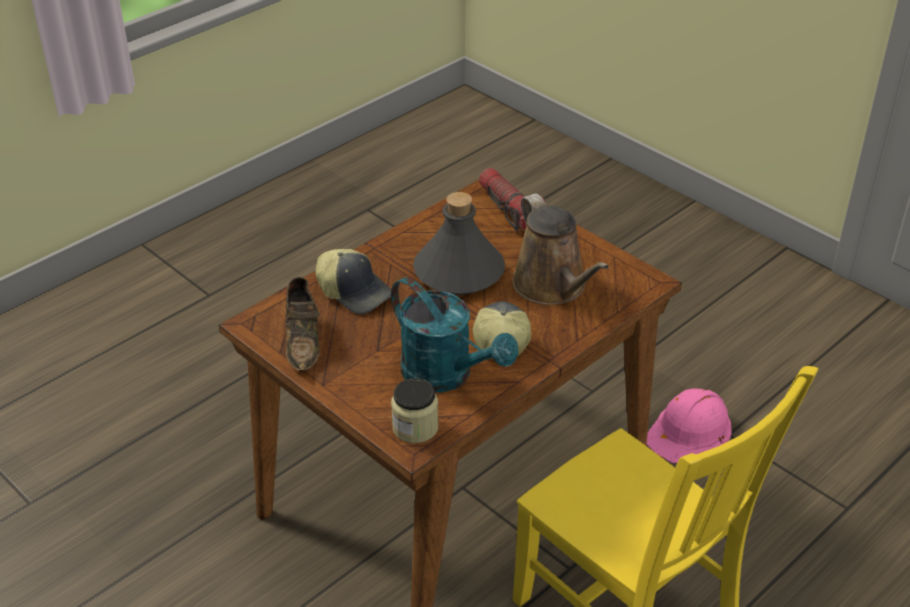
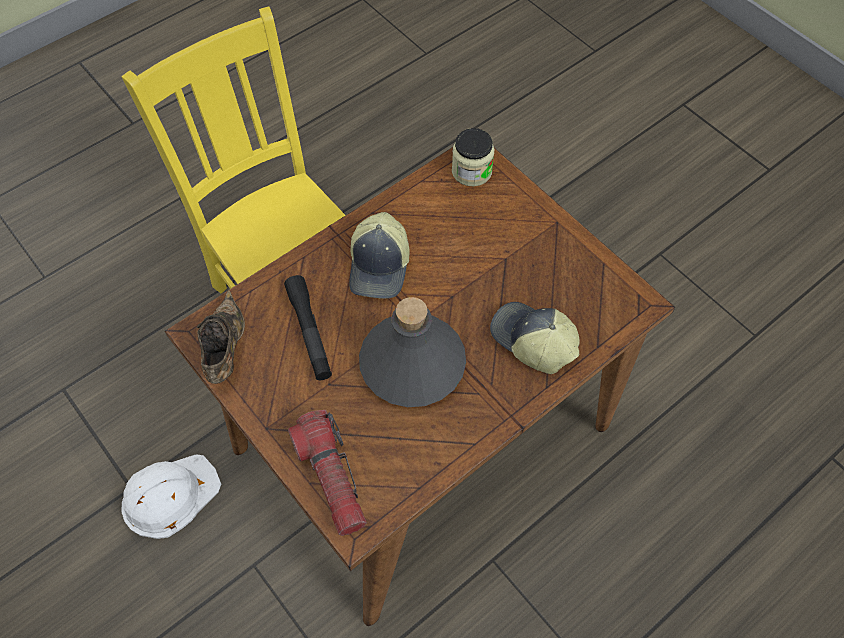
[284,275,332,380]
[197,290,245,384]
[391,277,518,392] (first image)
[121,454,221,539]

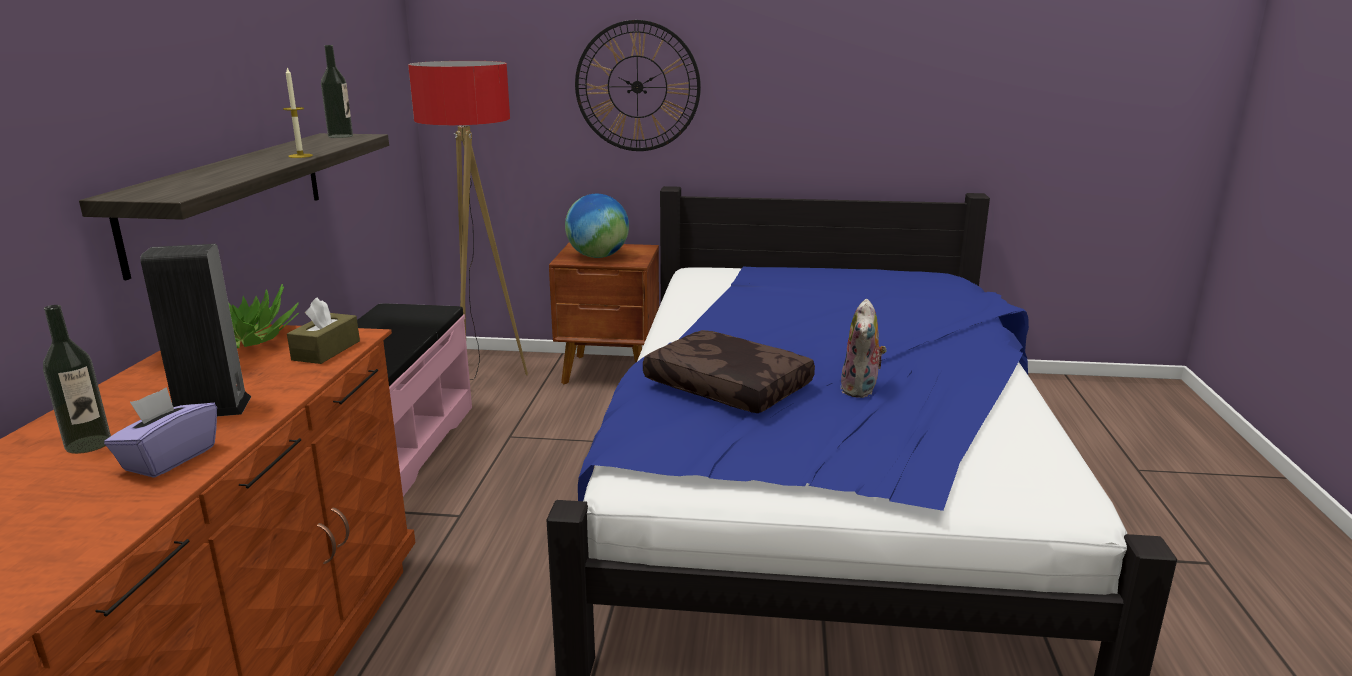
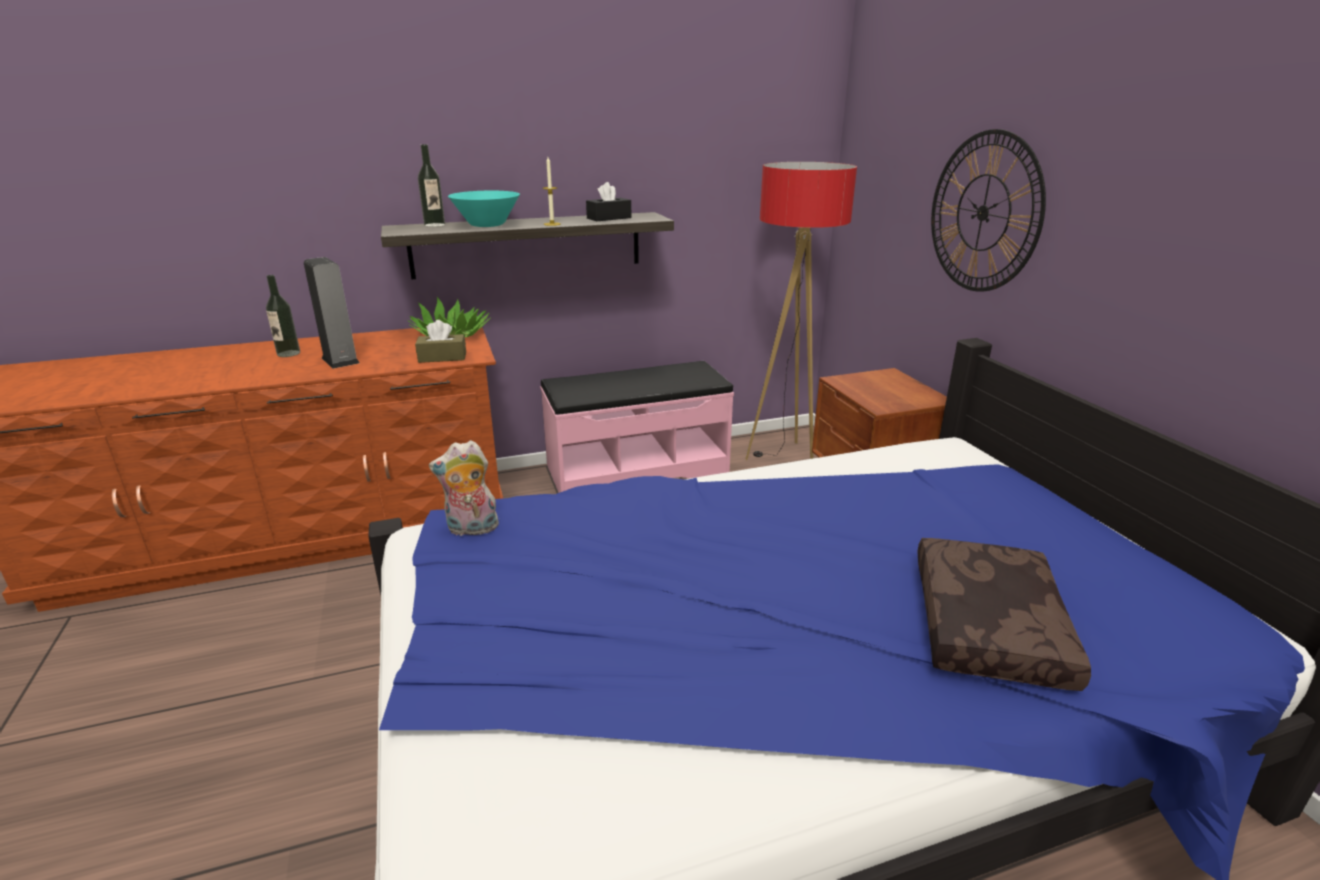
[418,144,445,227]
[565,194,629,258] (first image)
[429,440,500,536]
[917,538,1091,691]
[104,387,217,478] (first image)
[586,182,631,221]
[448,191,520,227]

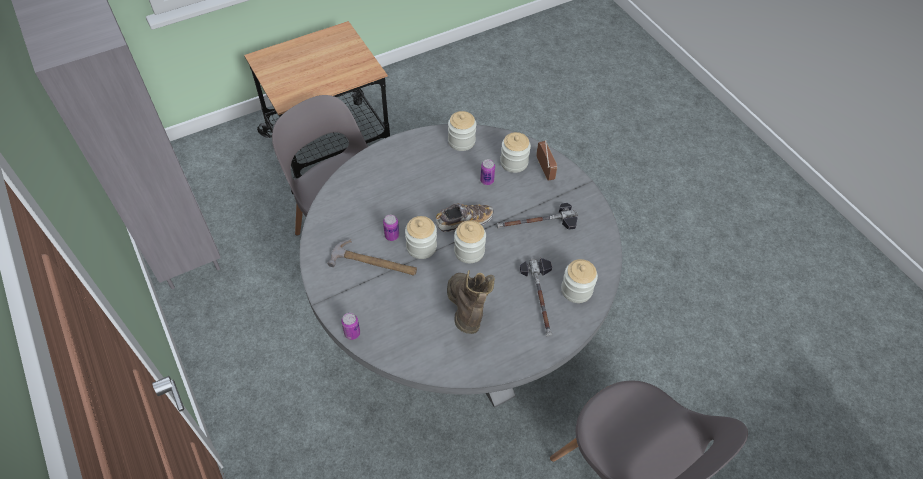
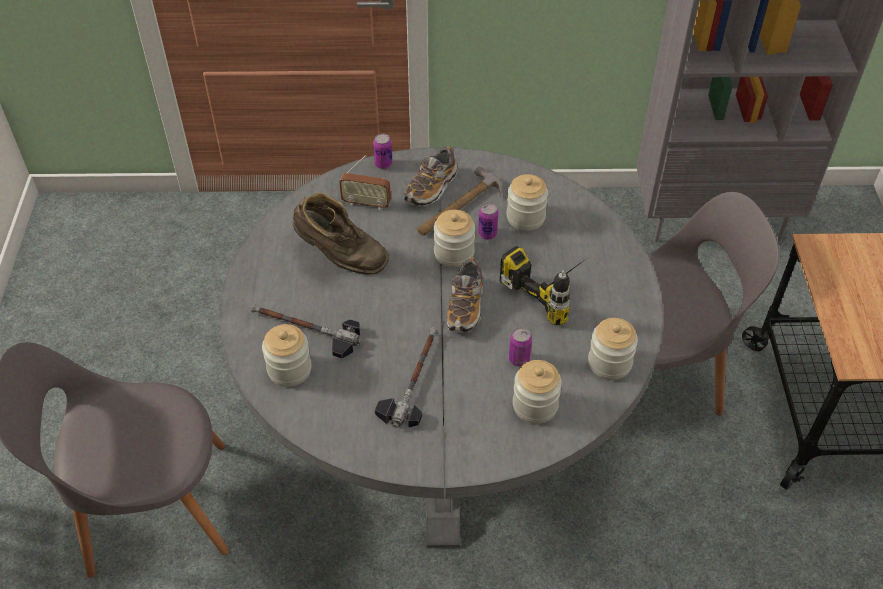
[339,155,391,210]
[506,174,548,231]
[404,146,458,206]
[500,246,586,325]

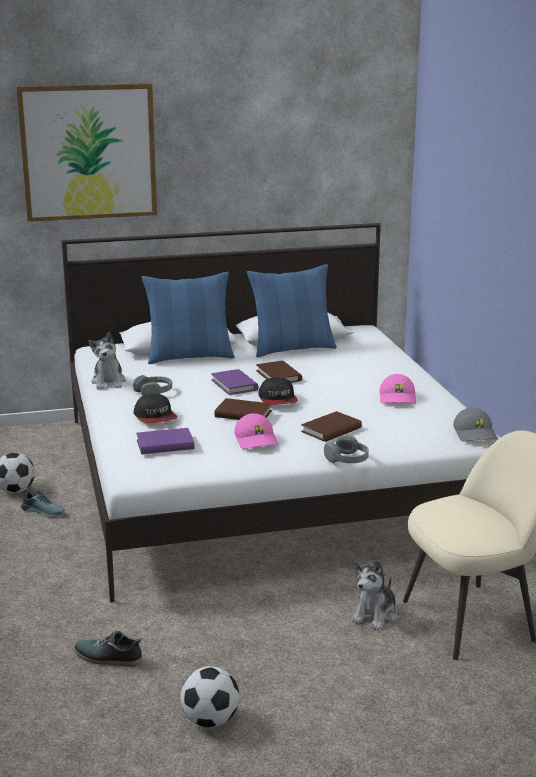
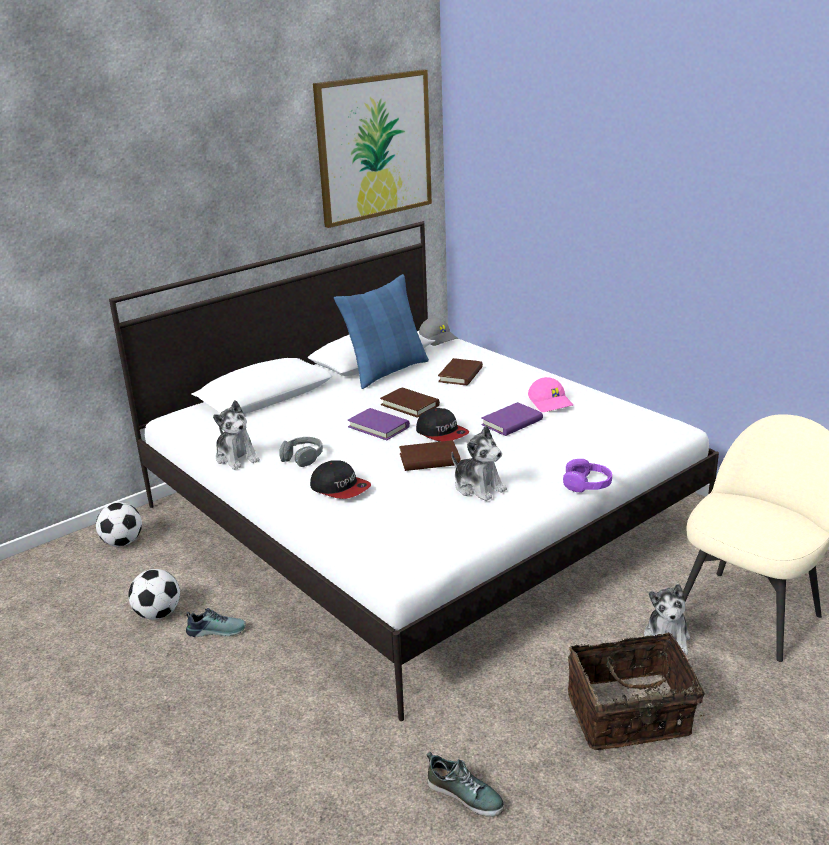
[313,69,432,228]
[141,272,235,364] (first image)
[419,317,458,346]
[438,358,483,385]
[451,426,507,501]
[481,402,543,436]
[563,459,612,492]
[427,752,504,817]
[96,502,142,547]
[568,632,705,750]

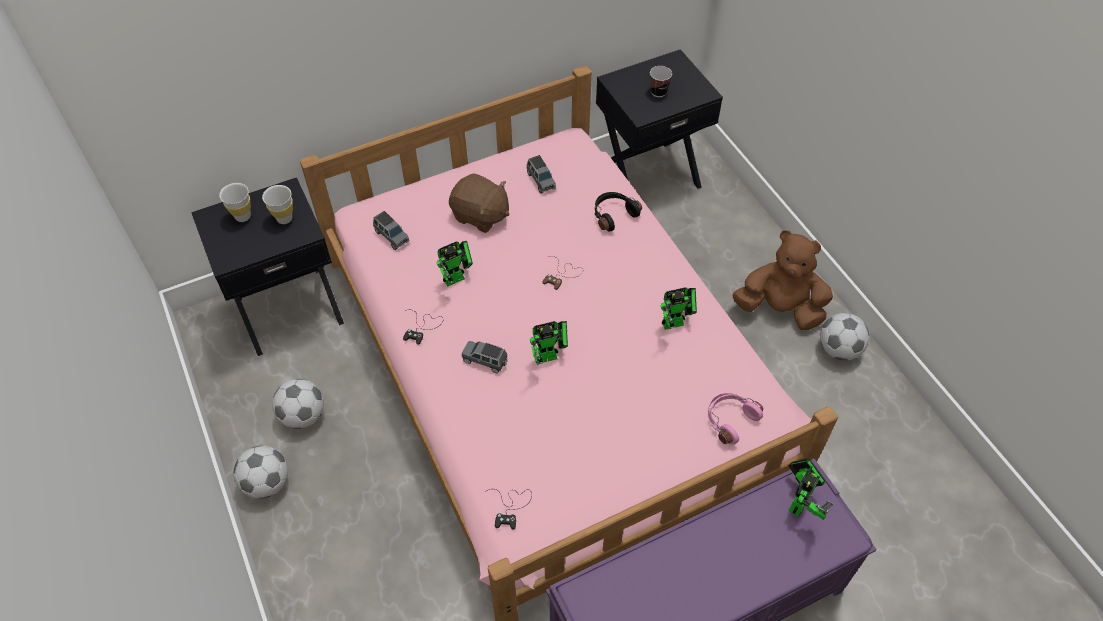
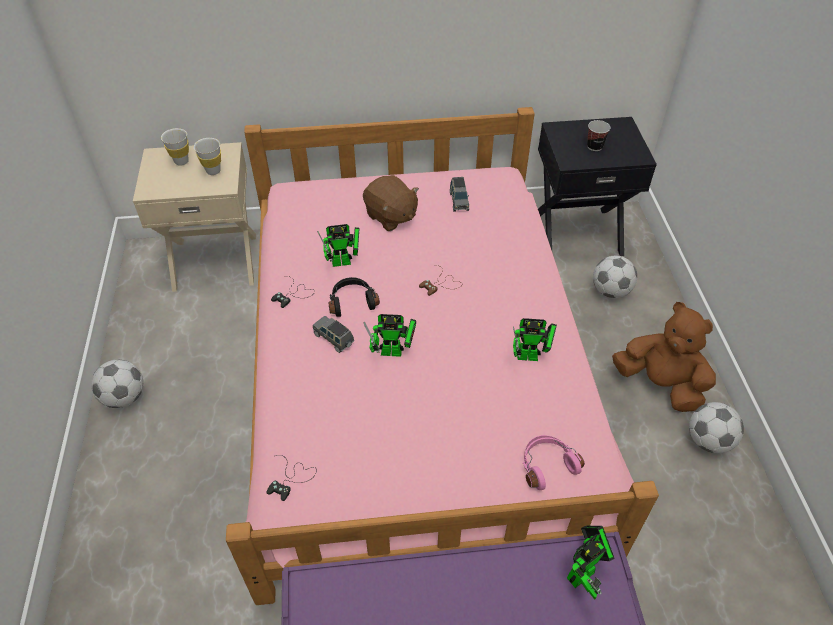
[133,142,256,292]
[328,277,380,317]
[373,211,410,250] (first image)
[593,256,637,298]

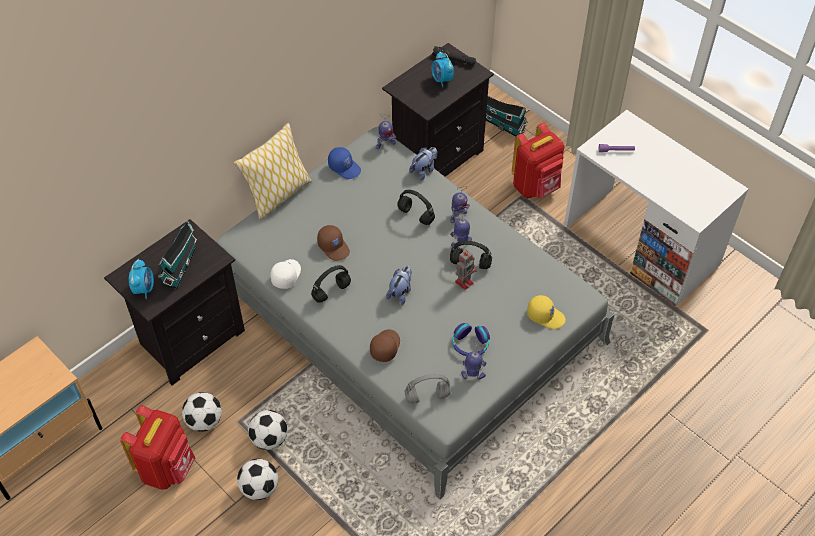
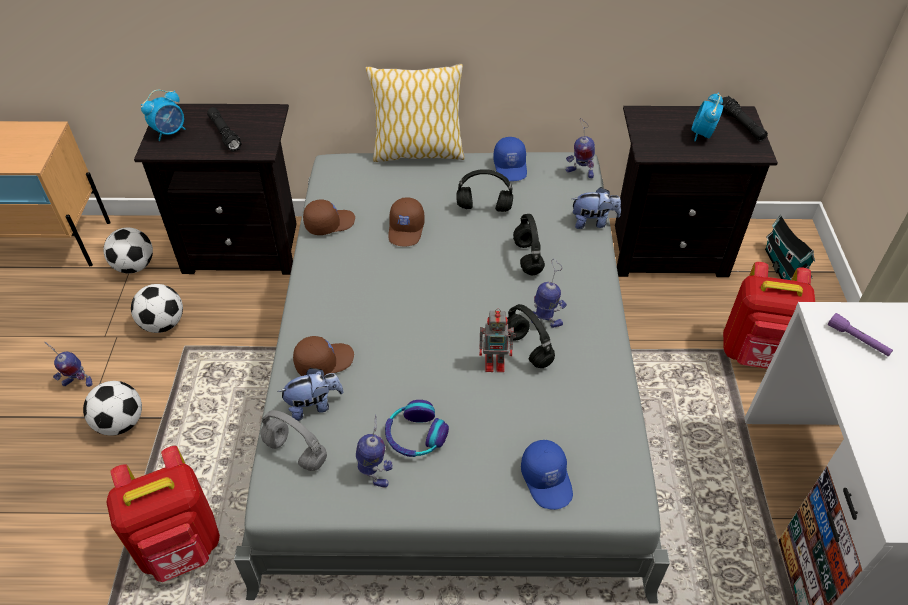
[45,342,93,387]
[207,107,242,152]
[303,200,355,235]
[456,169,513,212]
[277,368,344,421]
[521,440,573,510]
[106,446,220,582]
[103,227,153,273]

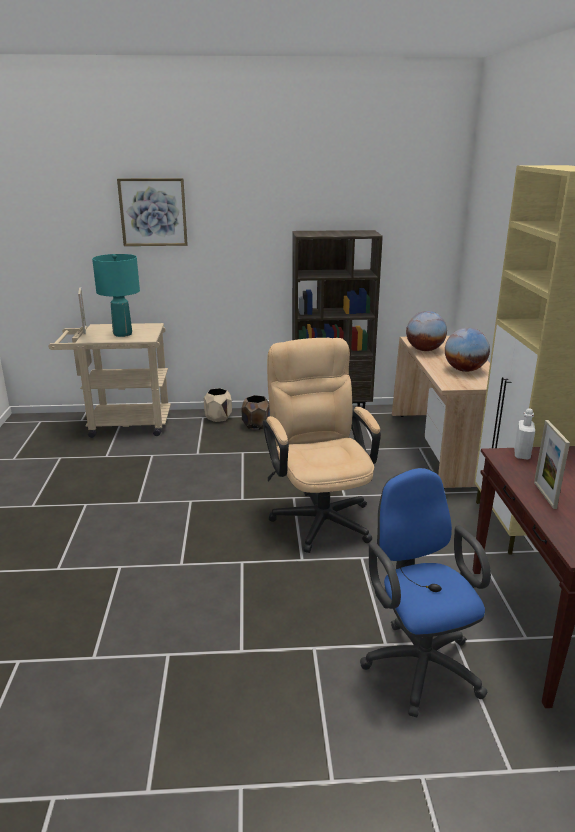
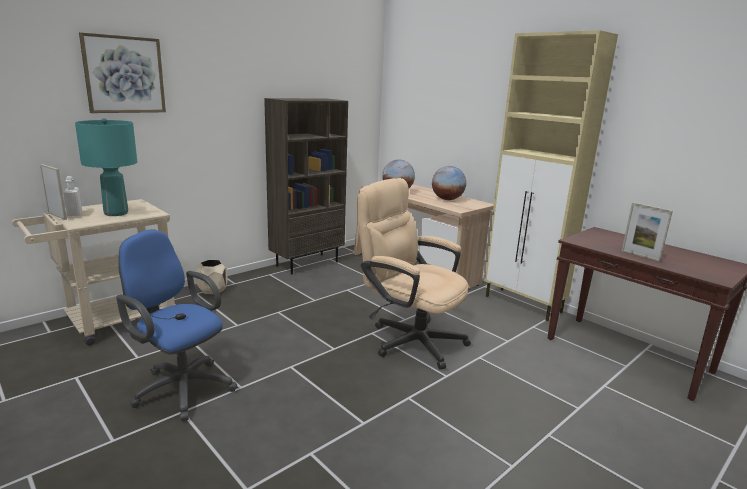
[241,395,270,430] (first image)
[63,176,82,216]
[116,229,237,421]

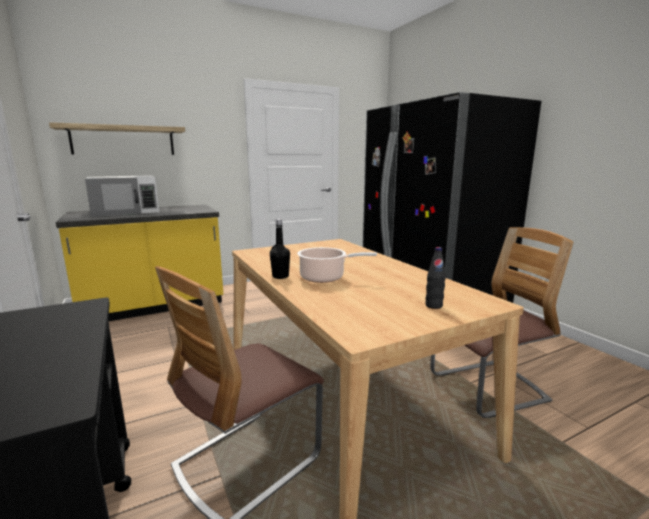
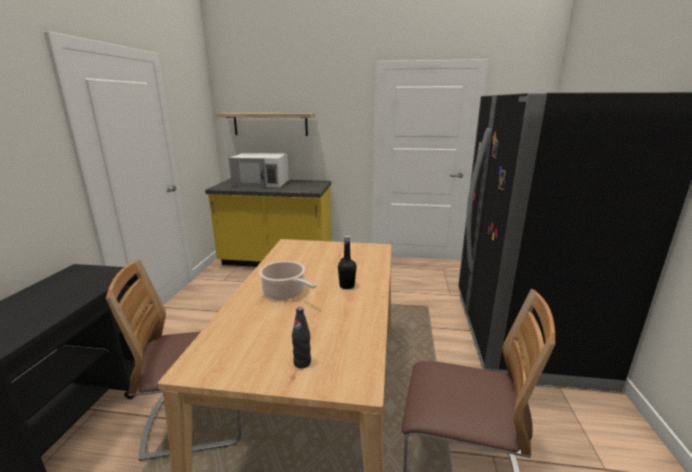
[338,235,357,289]

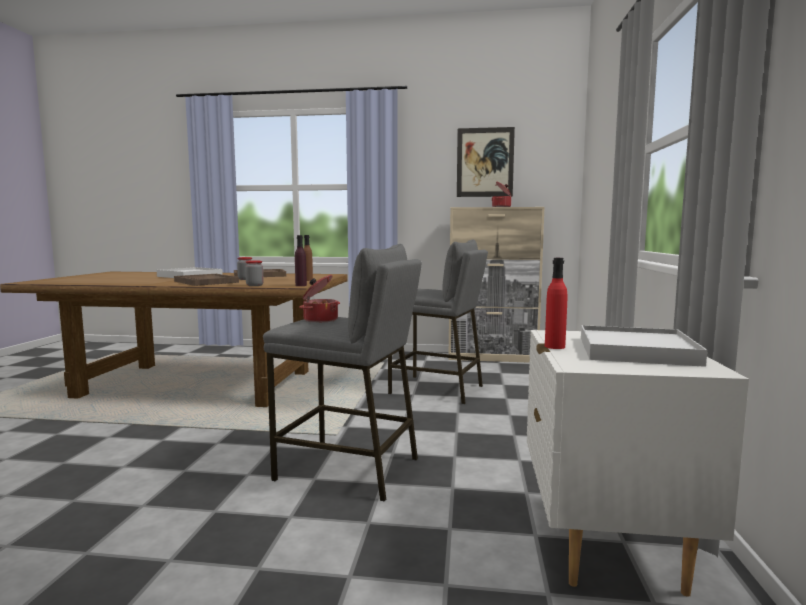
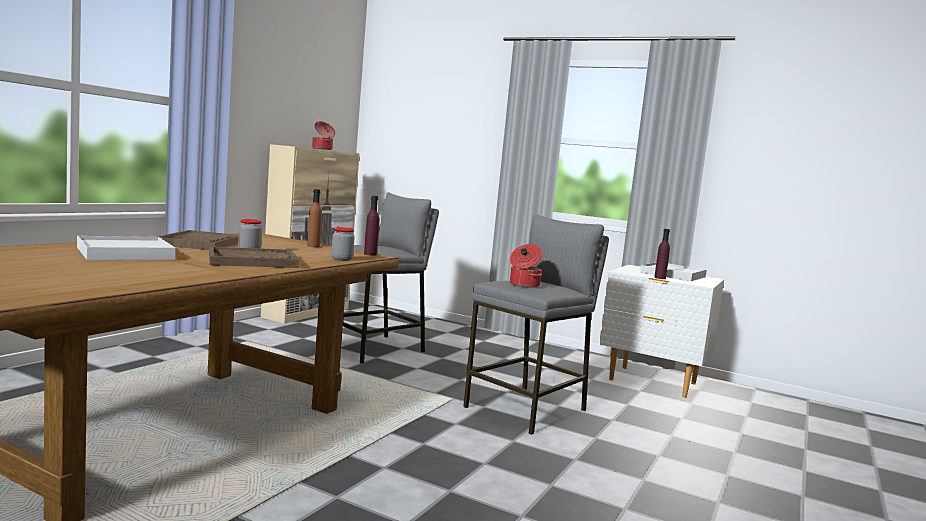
[457,127,515,197] (first image)
[654,229,670,279]

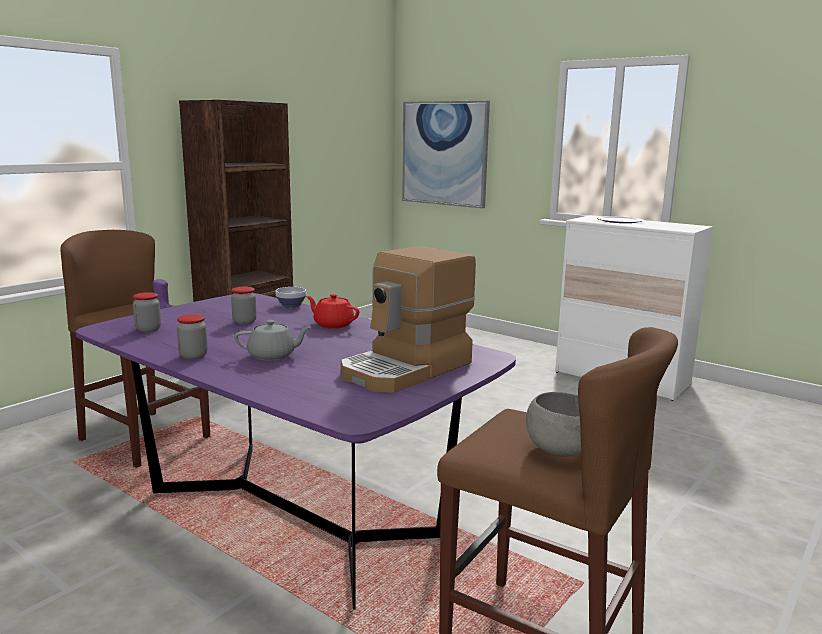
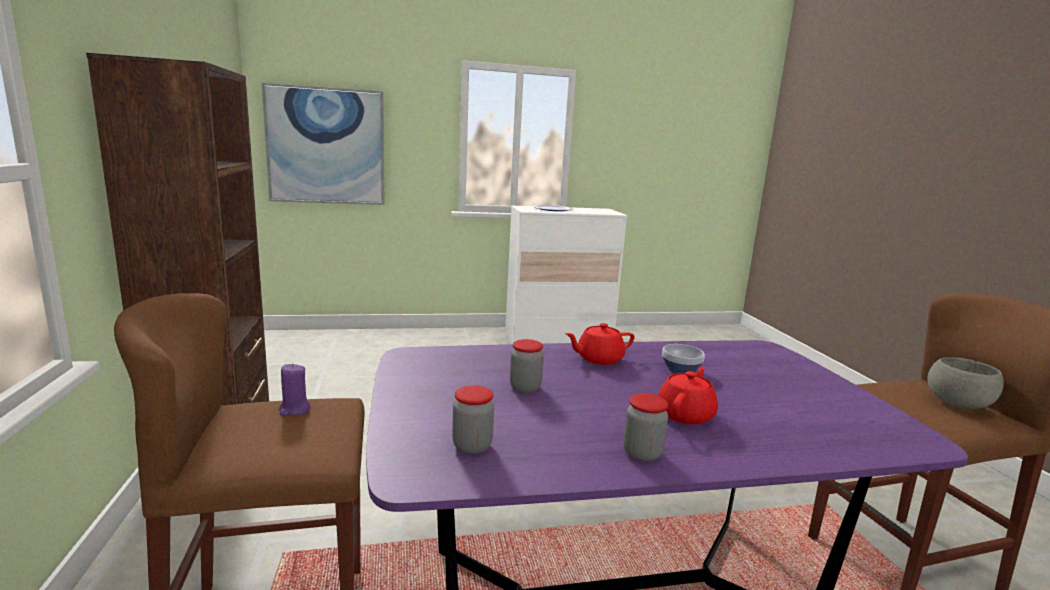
[341,246,476,393] (first image)
[662,344,705,374]
[657,366,718,425]

